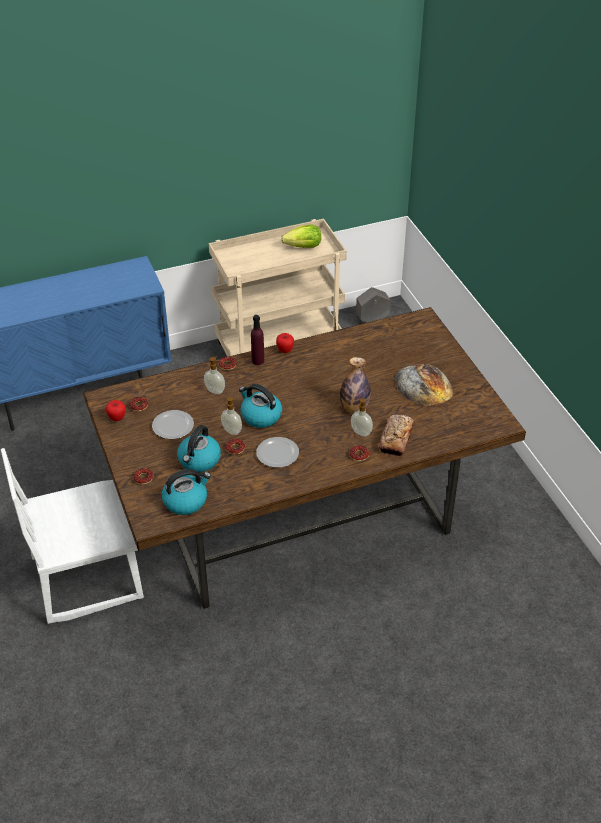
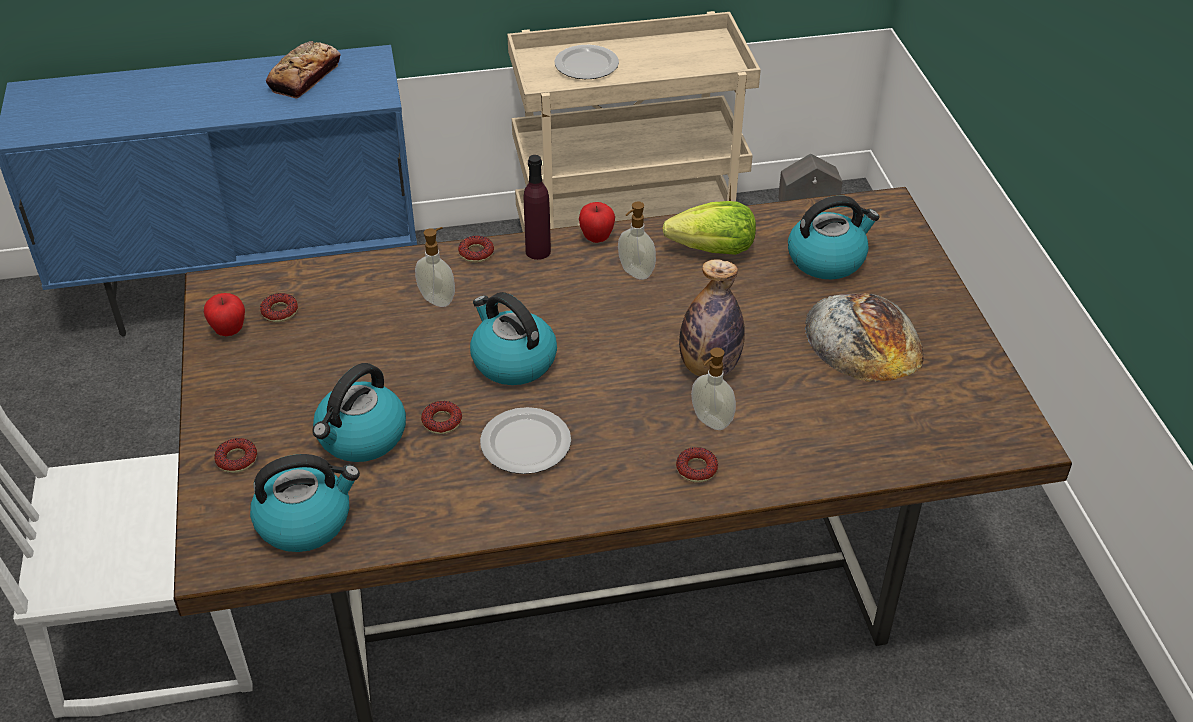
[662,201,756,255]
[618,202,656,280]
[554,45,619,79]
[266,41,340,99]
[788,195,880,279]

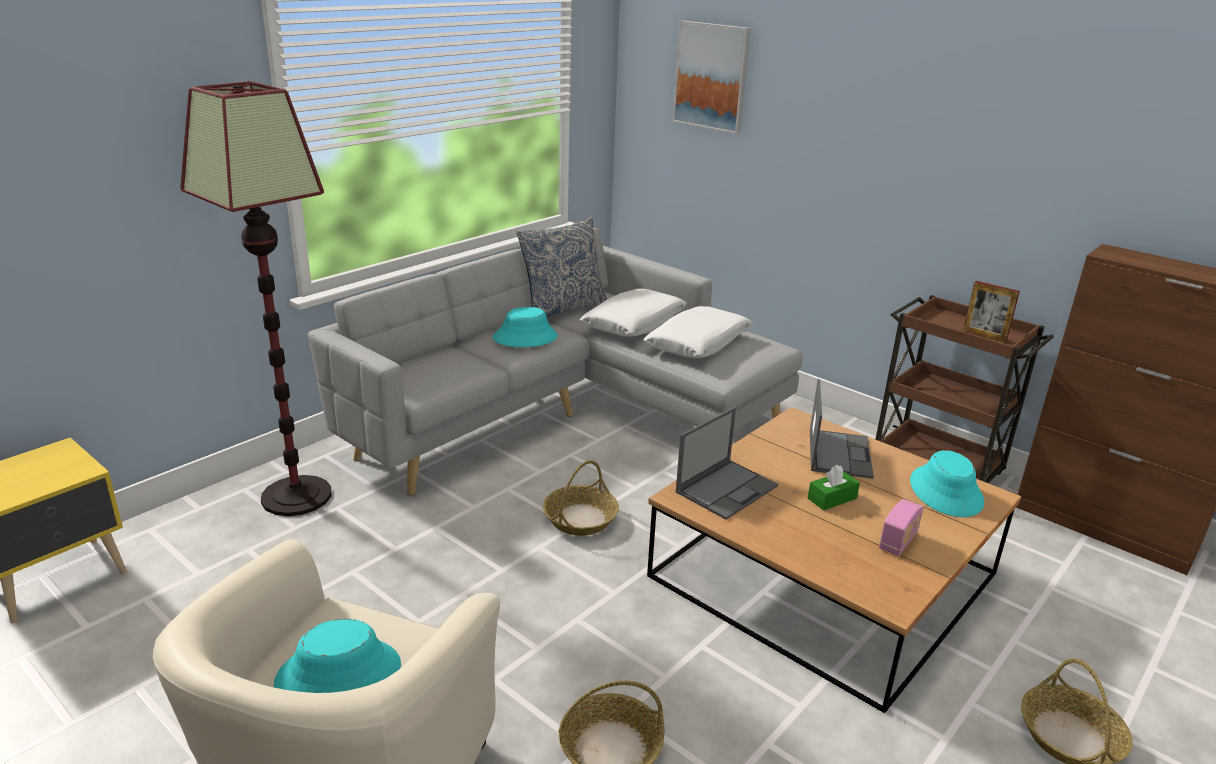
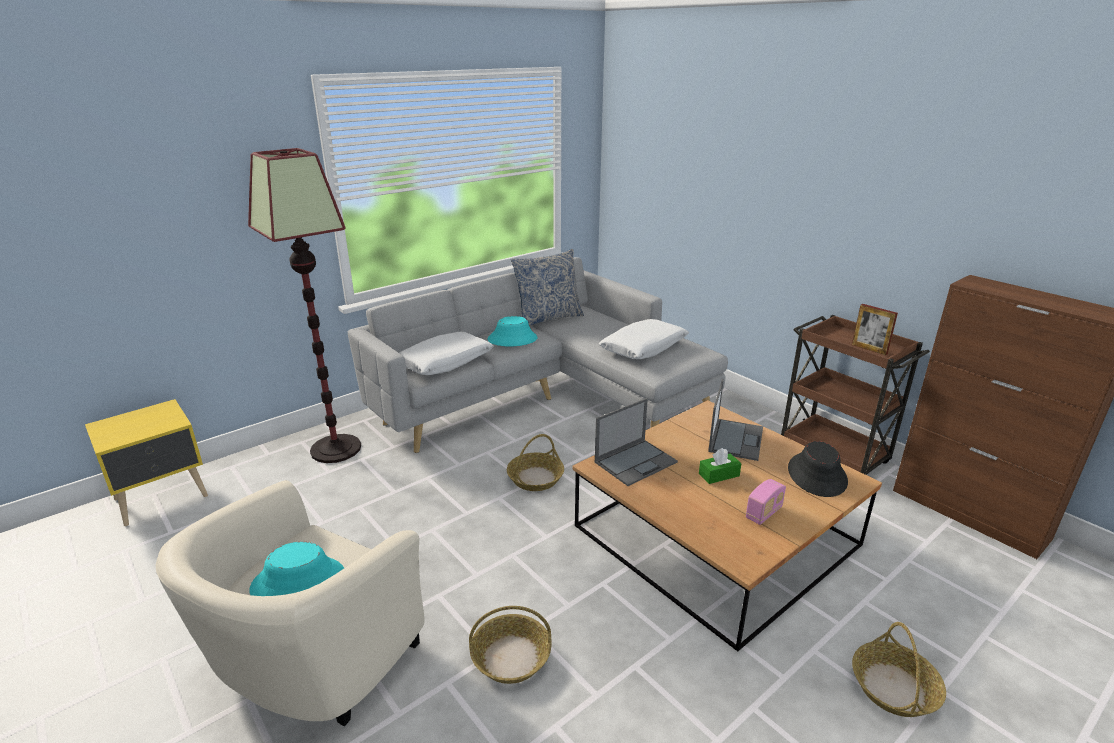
[673,21,751,134] (first image)
[399,332,494,375]
[788,441,848,497]

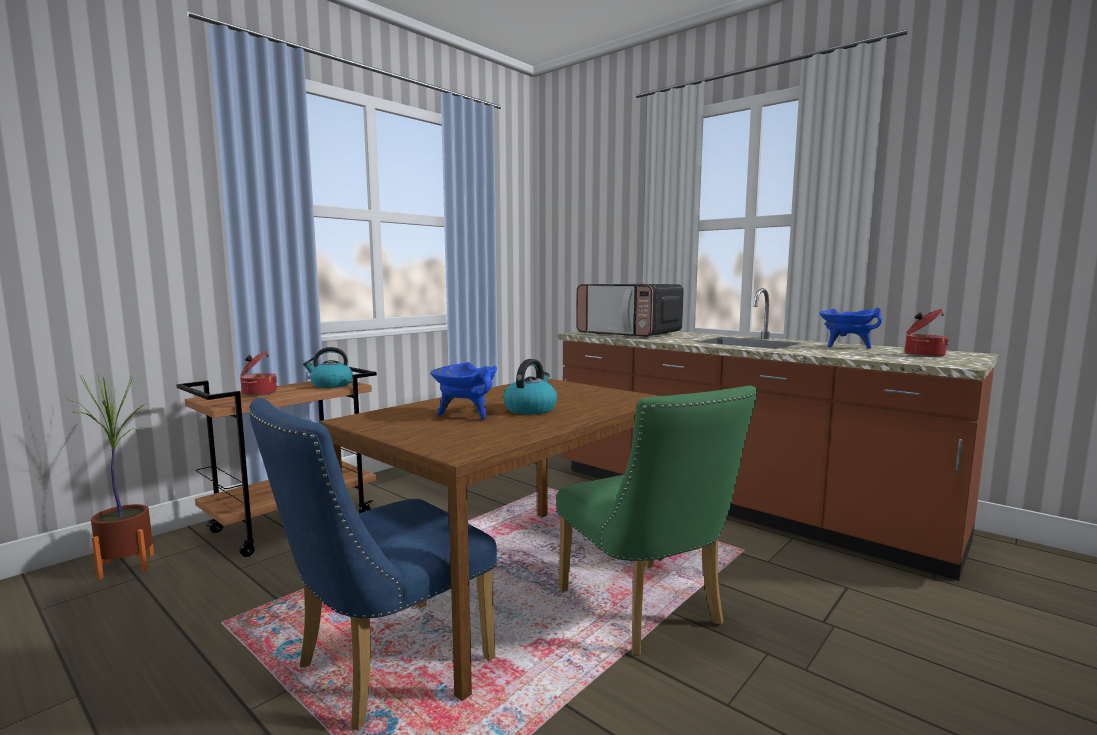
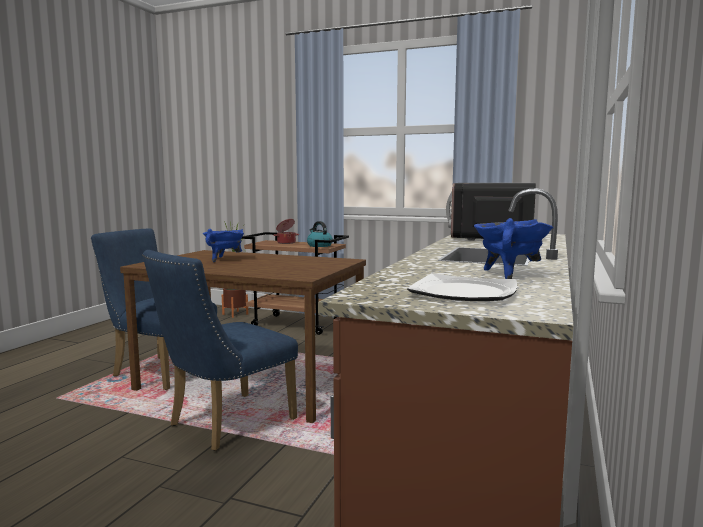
[407,273,517,301]
[503,359,557,415] (first image)
[142,250,298,451]

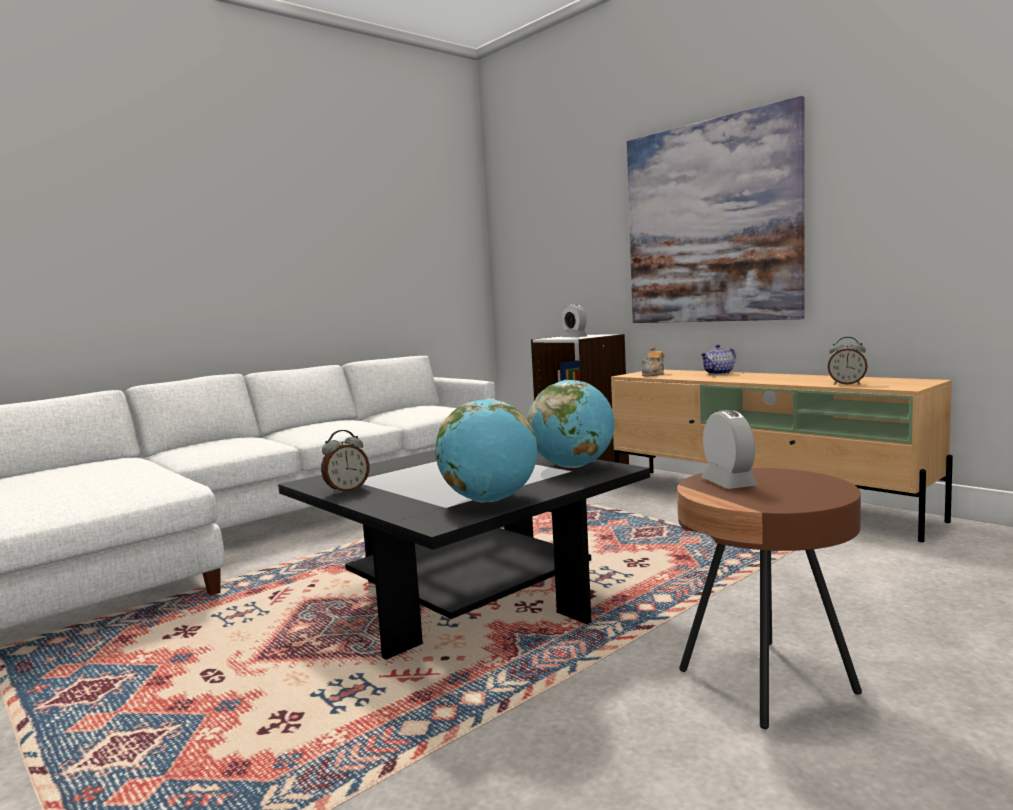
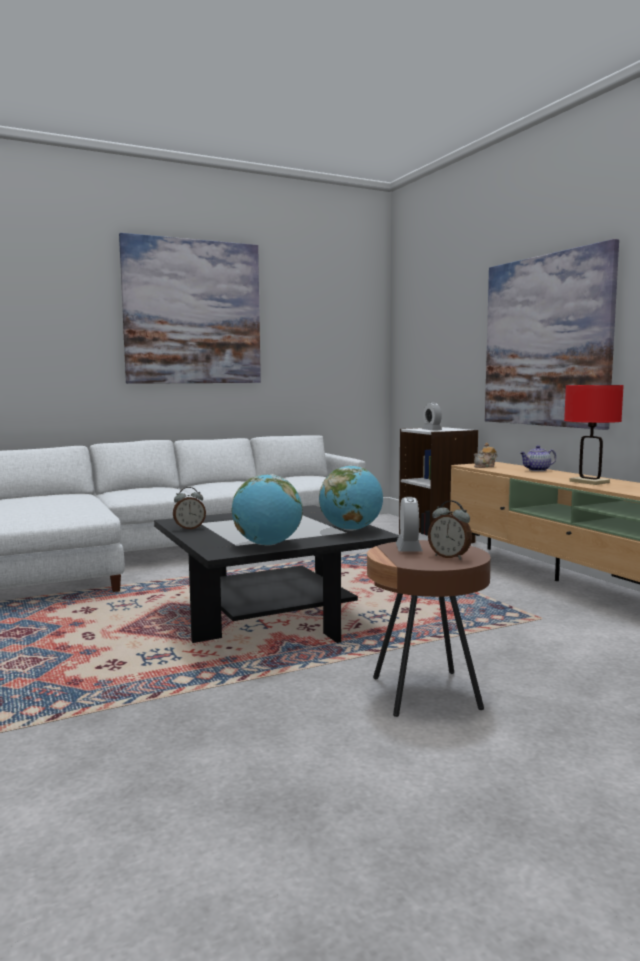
[428,500,472,560]
[119,233,261,384]
[564,385,624,485]

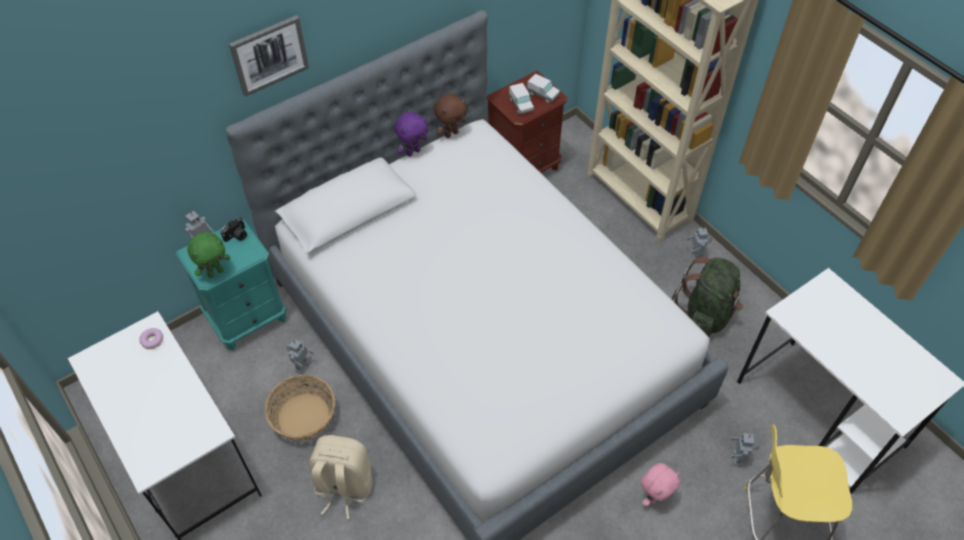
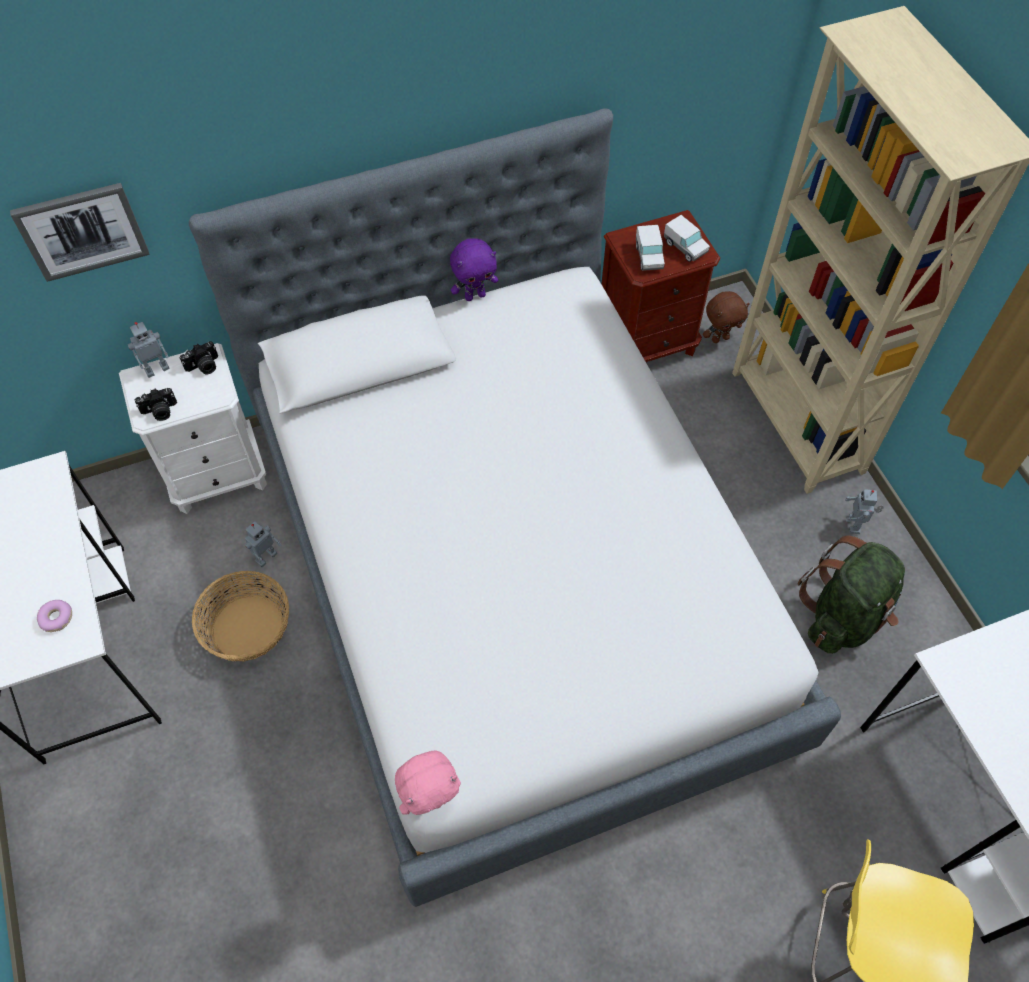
[10,183,150,282]
[703,291,750,343]
[119,343,267,514]
[134,388,177,421]
[37,600,72,632]
[730,433,760,467] (first image)
[309,435,372,519] (first image)
[395,750,461,815]

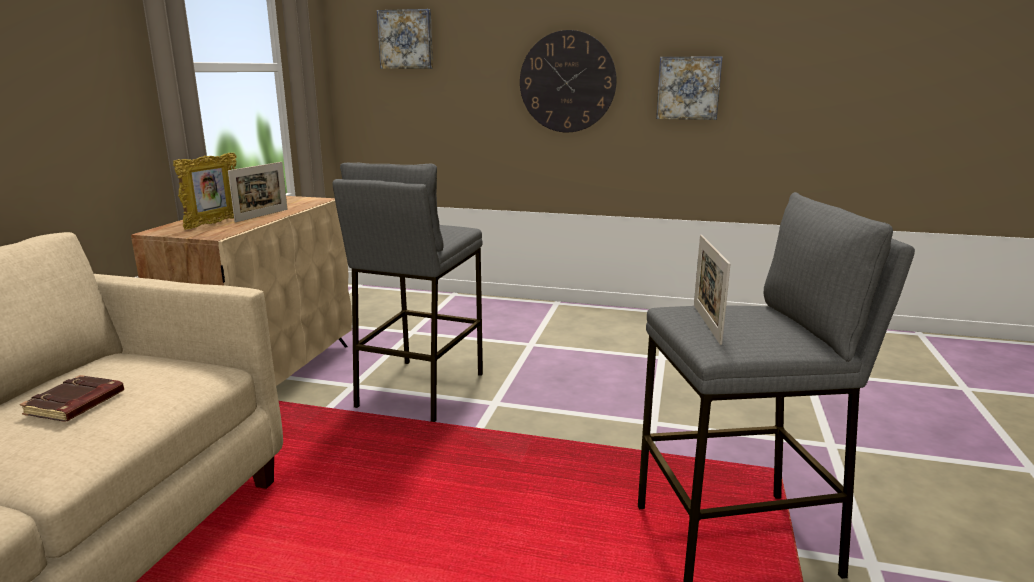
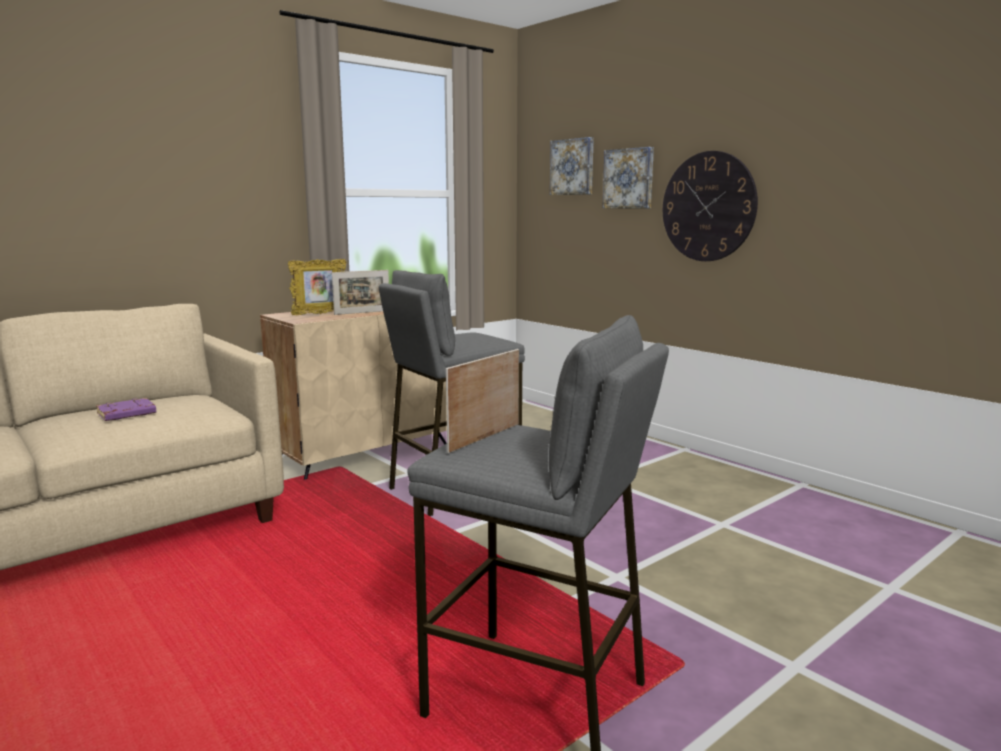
[602,147,654,208]
[96,398,156,421]

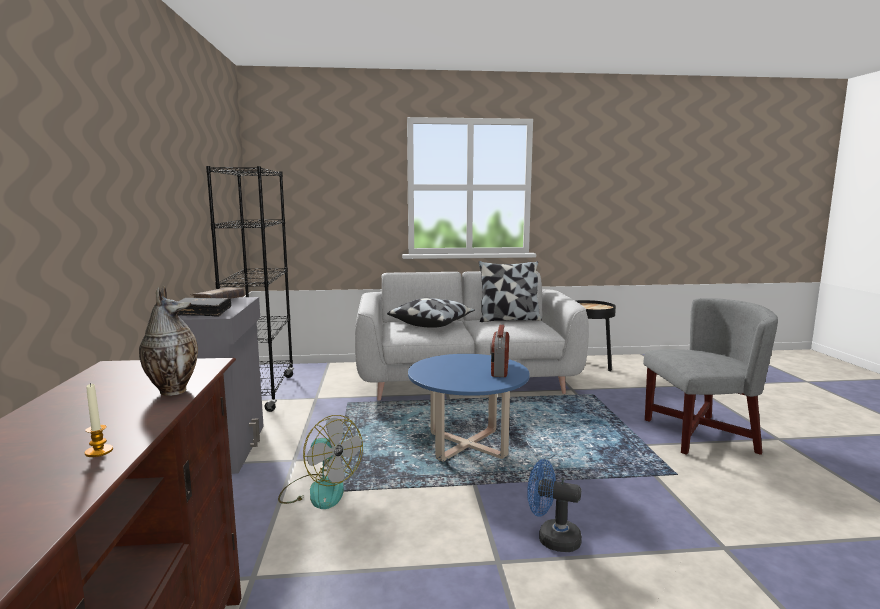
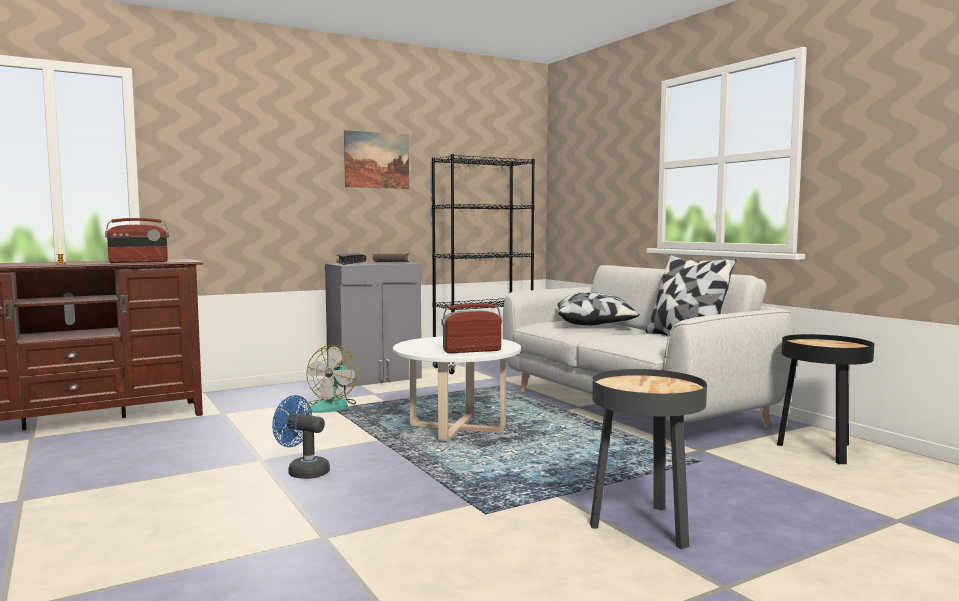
[105,218,169,263]
[590,369,707,549]
[393,337,521,442]
[272,395,330,479]
[344,130,409,189]

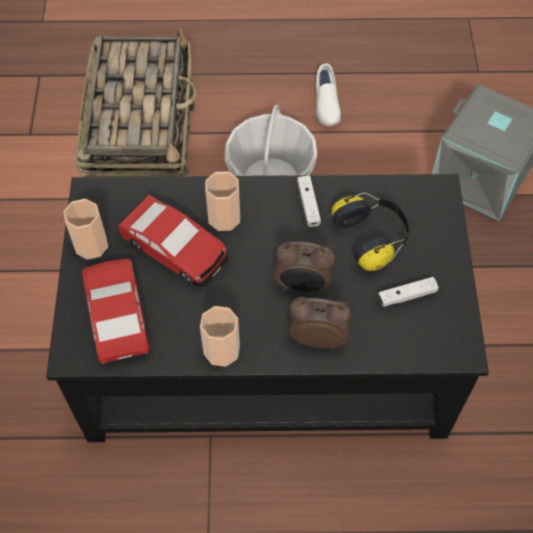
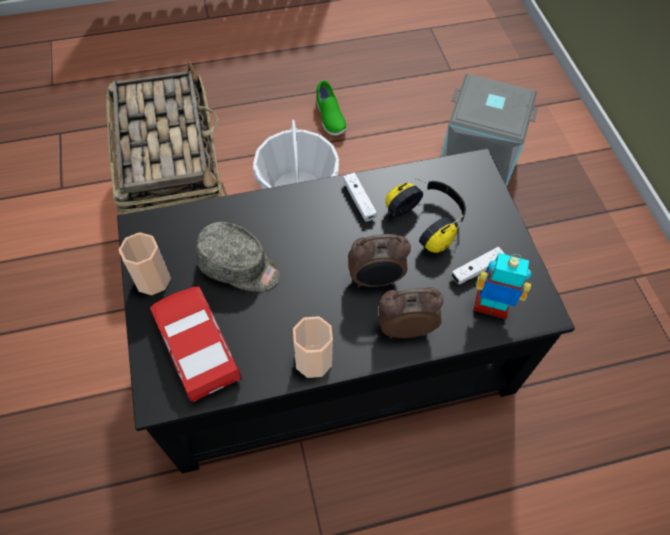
[316,80,347,136]
[205,172,240,231] (first image)
[196,222,280,291]
[474,253,532,319]

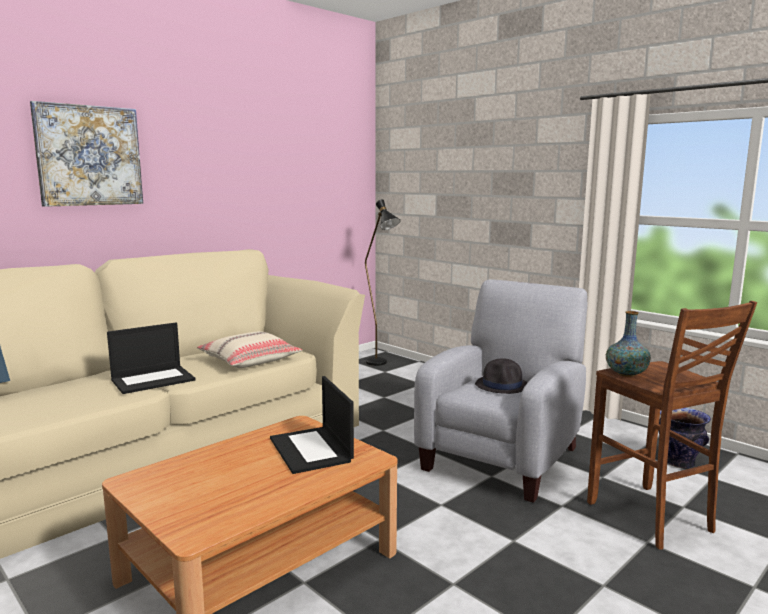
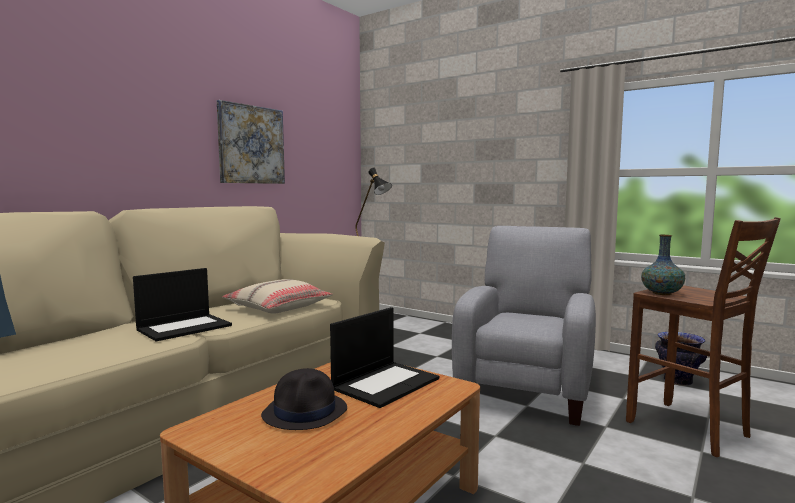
[217,100,285,184]
[261,368,347,430]
[330,307,439,408]

